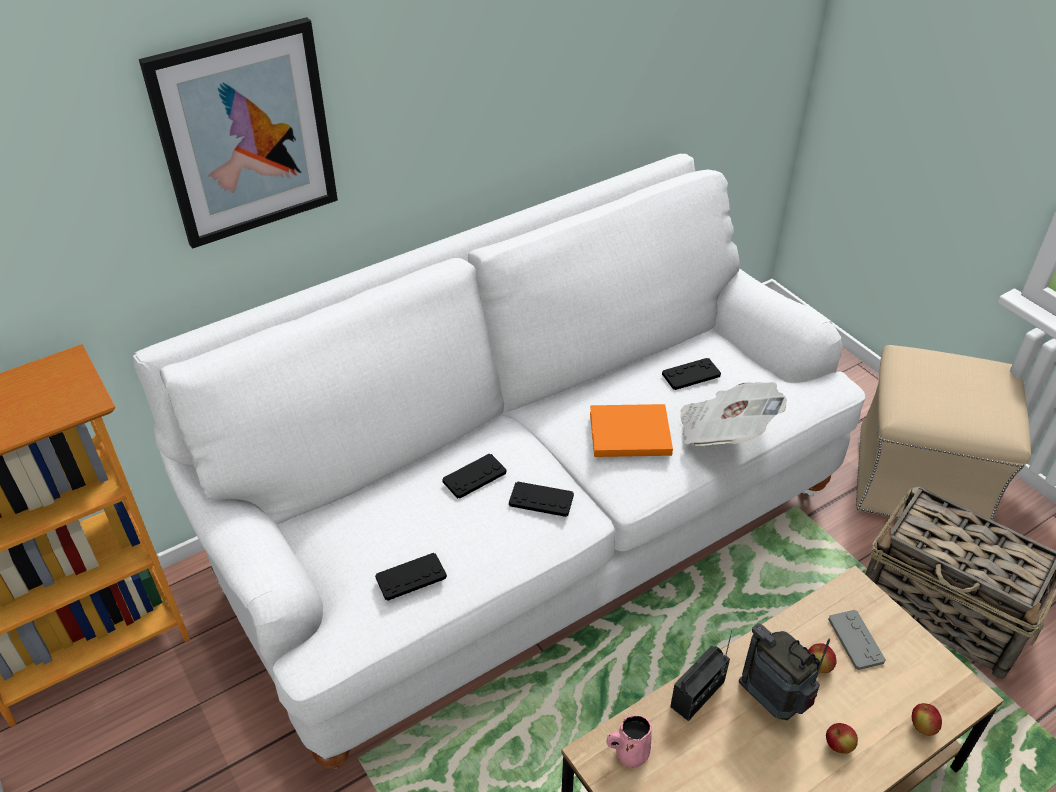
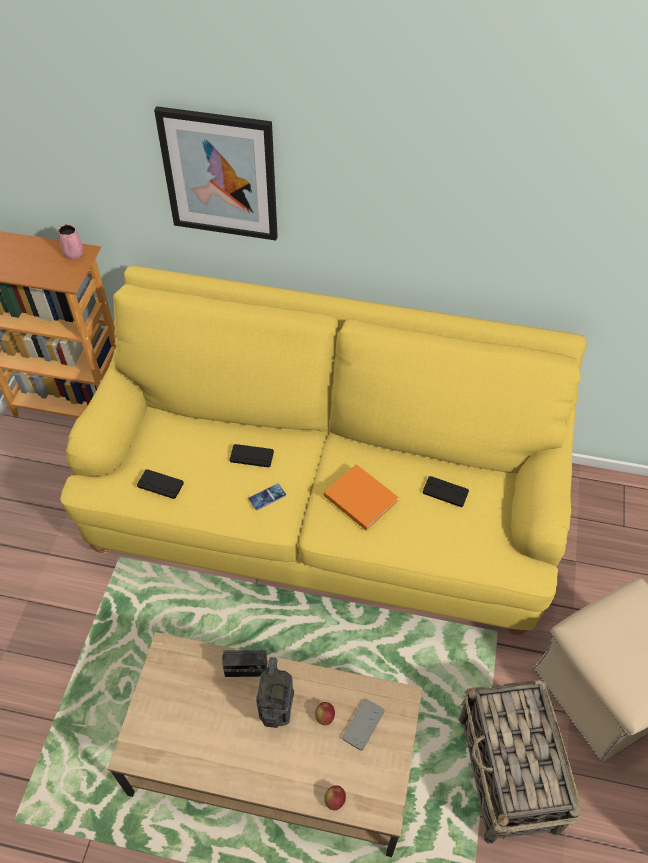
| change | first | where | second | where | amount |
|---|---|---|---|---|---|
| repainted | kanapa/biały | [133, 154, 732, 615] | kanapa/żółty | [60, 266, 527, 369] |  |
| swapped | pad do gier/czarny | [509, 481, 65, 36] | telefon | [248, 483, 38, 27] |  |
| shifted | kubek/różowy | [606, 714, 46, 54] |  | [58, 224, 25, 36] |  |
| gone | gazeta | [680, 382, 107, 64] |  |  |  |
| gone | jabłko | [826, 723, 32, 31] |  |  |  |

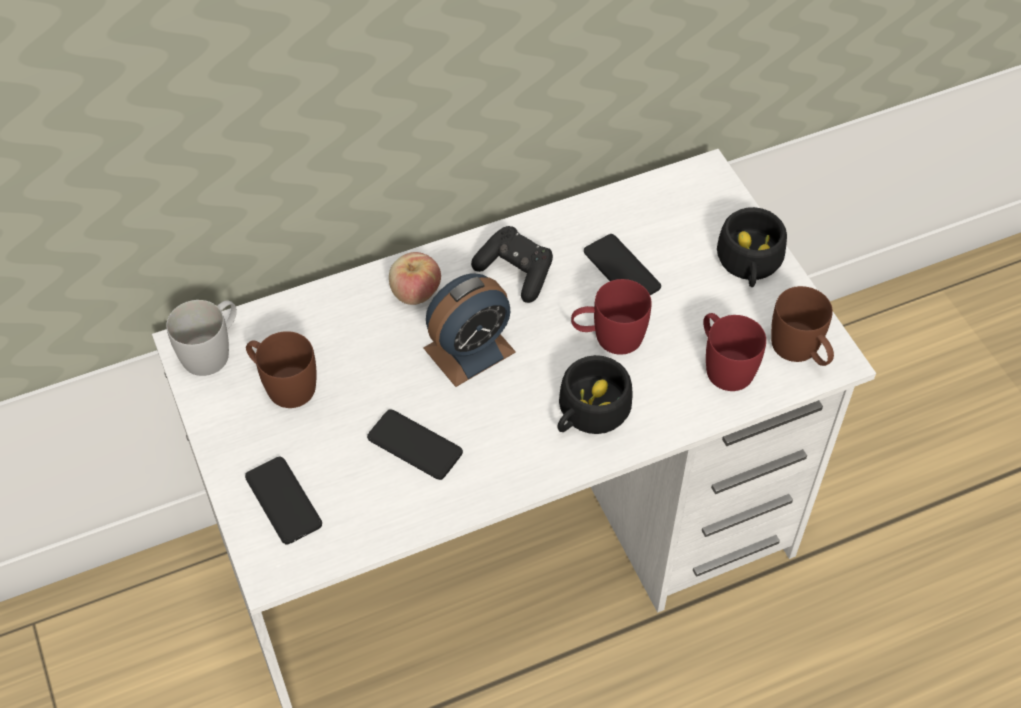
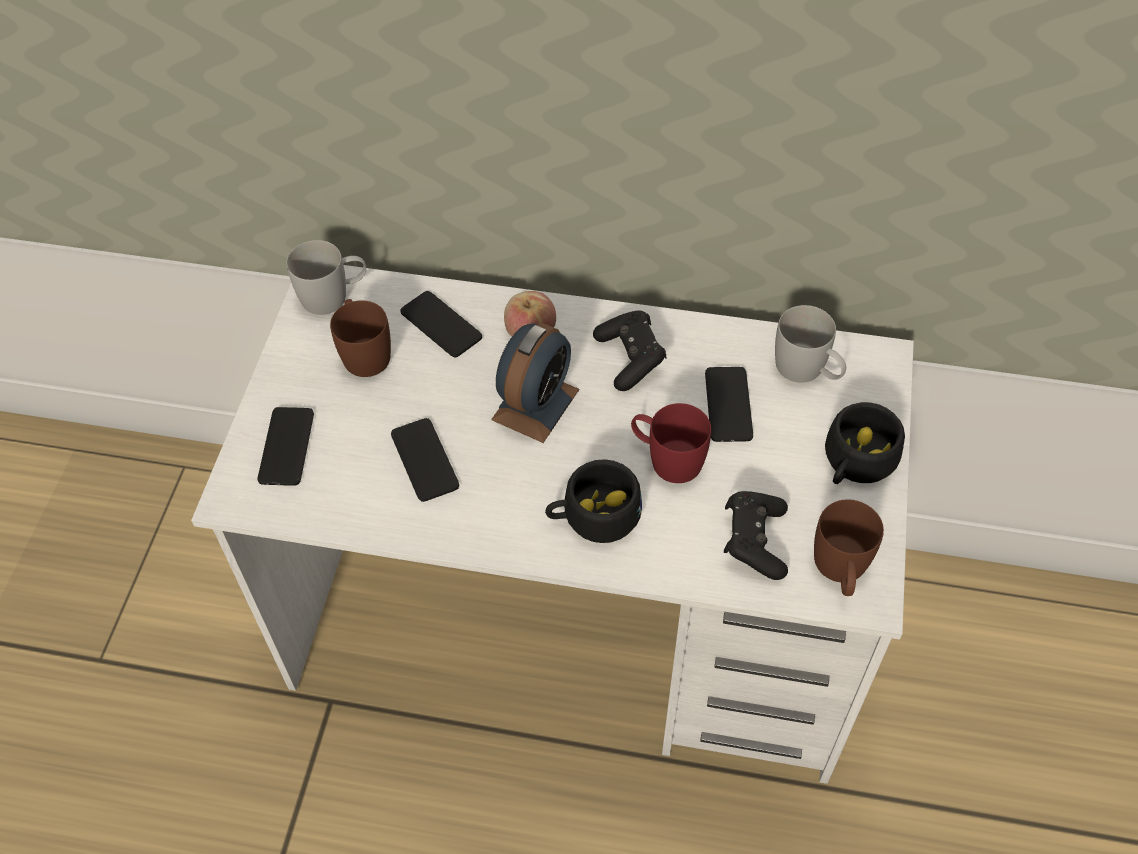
| change | first | where | second | where | amount |
|---|---|---|---|---|---|
| rotated | budzik | [423, 273, 93, 114] |  | [491, 323, 88, 120] | 60 degrees counterclockwise |
| swapped | kubek/czerwony | [703, 313, 63, 78] | pad do gier/czarny | [724, 491, 64, 89] |  |
| new |  |  | telefon | [400, 291, 82, 67] |  |
| new |  |  | kubek/biały | [775, 305, 71, 77] |  |

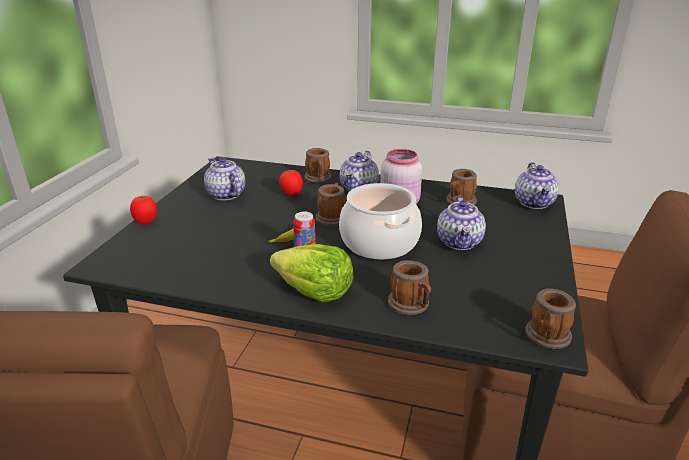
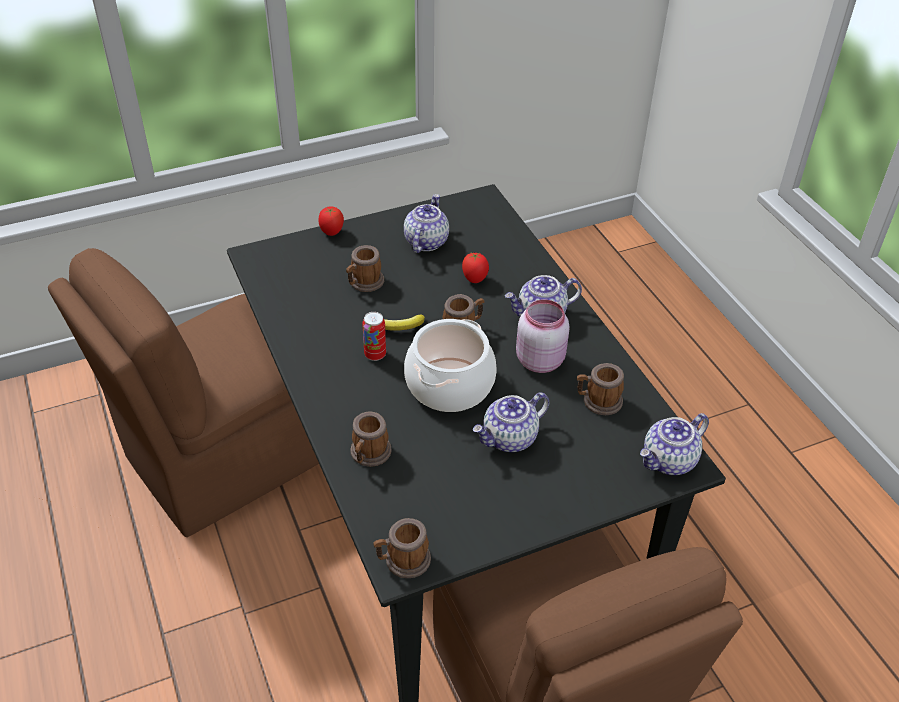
| change | first | where | second | where | amount |
|---|---|---|---|---|---|
| gone | sałata | [270, 244, 84, 58] |  |  |  |
| shifted | kubek | [304, 148, 28, 35] |  | [346, 245, 38, 47] |  |

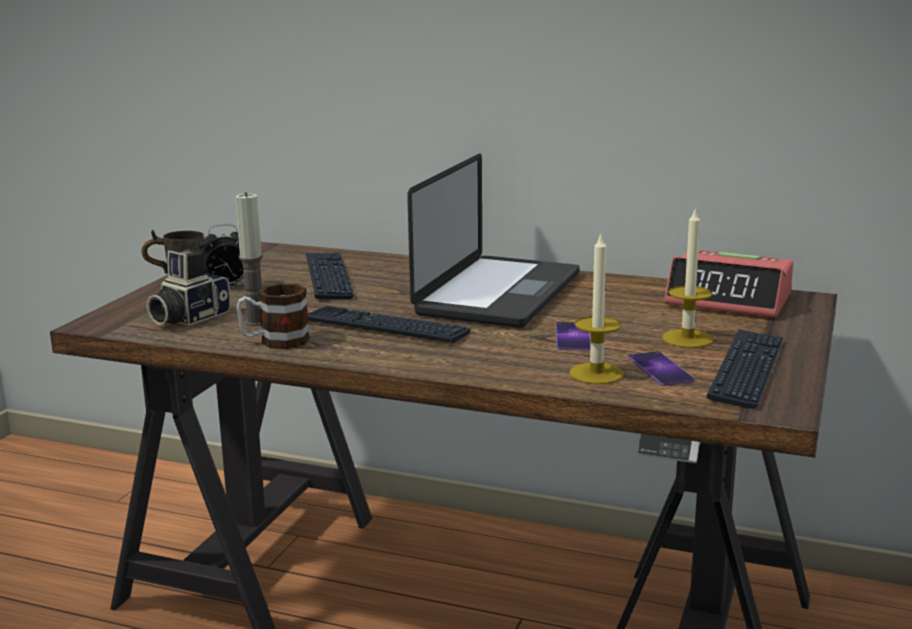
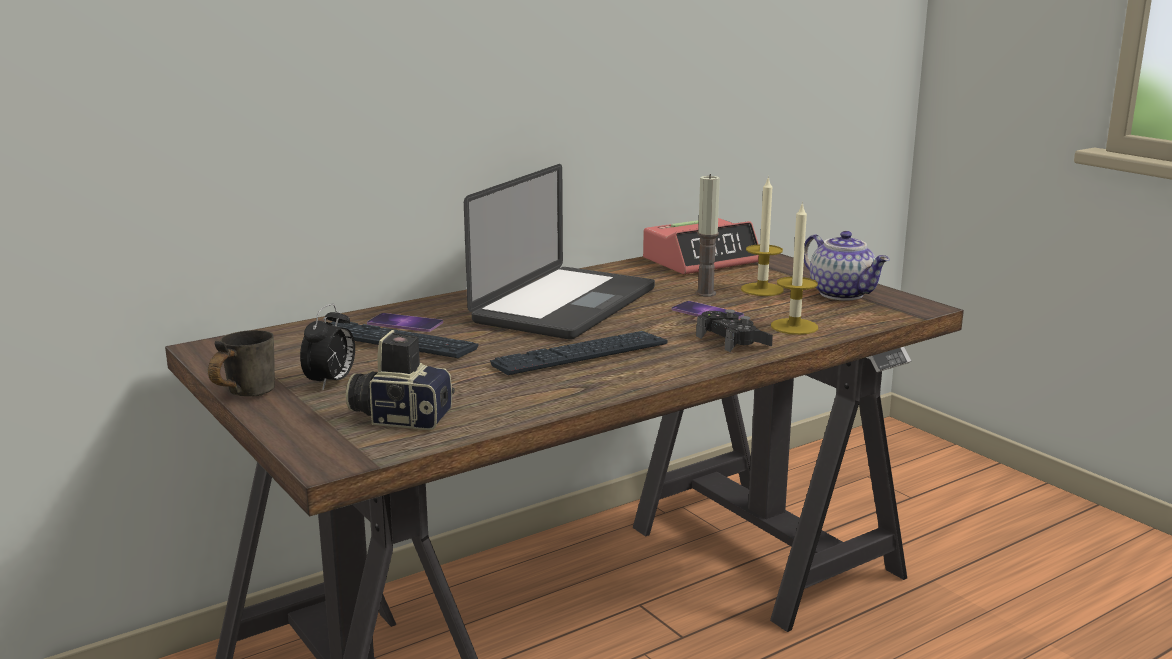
| change | first | where | second | where | amount |
|---|---|---|---|---|---|
| rotated | aparat fotograficzny | [147, 249, 84, 77] |  | [346, 330, 109, 100] | 120 degrees clockwise |
| shifted | świeca | [235, 192, 28, 134] |  | [696, 174, 24, 123] |  |
| gone | kubek | [236, 283, 74, 66] |  |  |  |
| rotated | laptop | [407, 154, 173, 174] |  | [464, 164, 191, 176] | 60 degrees clockwise |
| shifted | telefon | [628, 351, 67, 35] |  | [367, 313, 76, 19] |  |
| swapped | klawiatura | [707, 329, 76, 80] | imbryk | [804, 231, 86, 70] |  |
| new |  |  | pad do gier/czarny | [696, 309, 77, 43] |  |

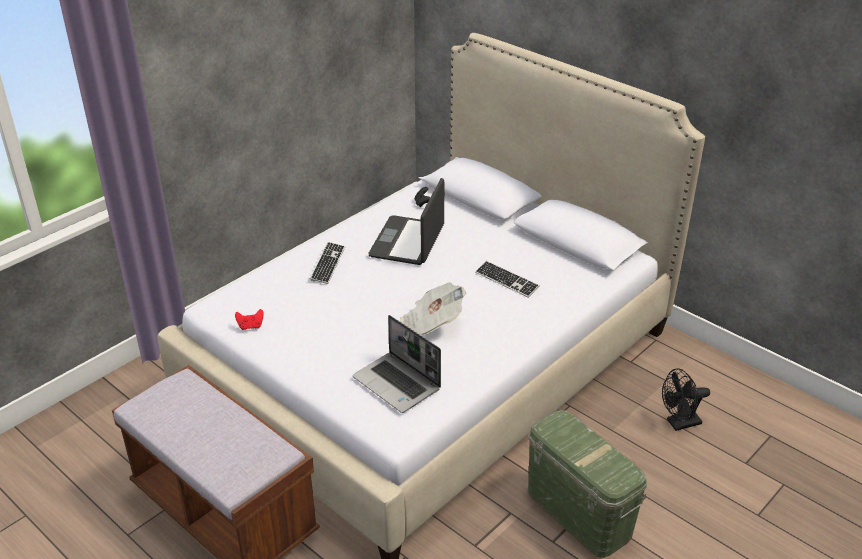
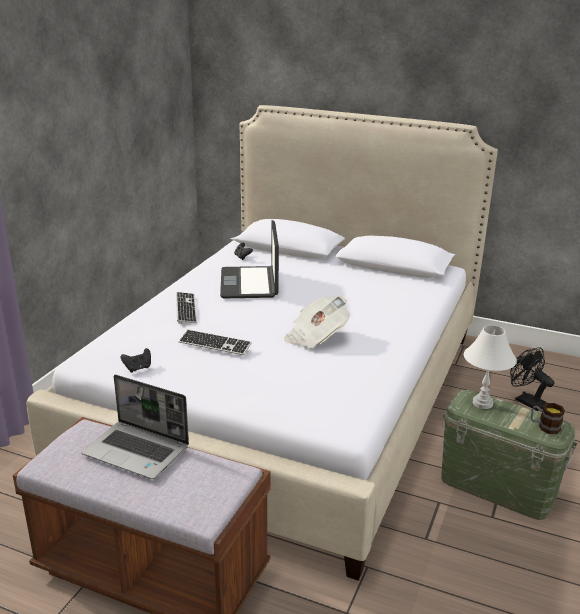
| change | first | where | second | where | amount |
|---|---|---|---|---|---|
| repainted | pad do gier/czerwony | [235, 309, 29, 21] | pad do gier/czarny | [121, 348, 30, 25] |  |
| shifted | laptop | [353, 315, 88, 98] |  | [82, 374, 107, 105] |  |
| shifted | klawiatura | [475, 261, 65, 37] |  | [179, 329, 73, 26] |  |
| rotated | wentylator/czarny | [662, 368, 48, 63] |  | [510, 347, 45, 64] | 90 degrees clockwise |
| new |  |  | lampa stołowa/biały | [464, 325, 53, 84] |  |
| new |  |  | kubek | [531, 403, 34, 31] |  |

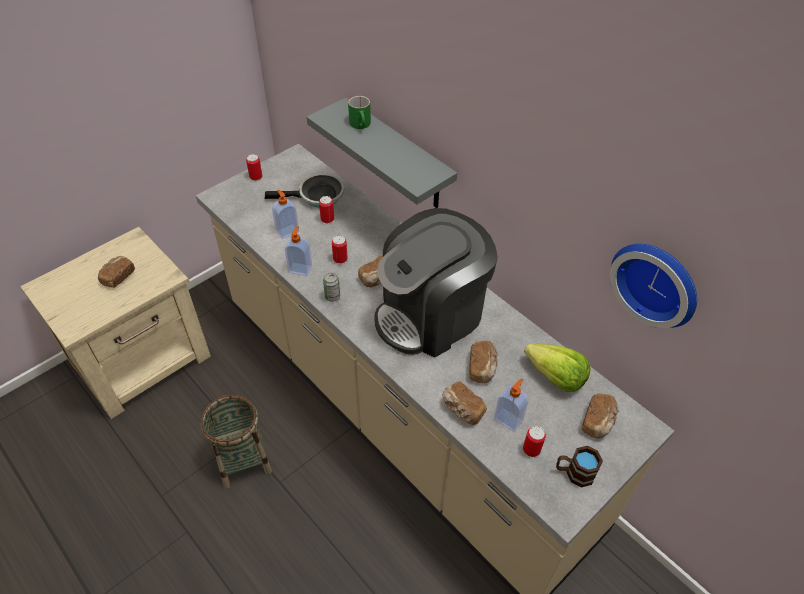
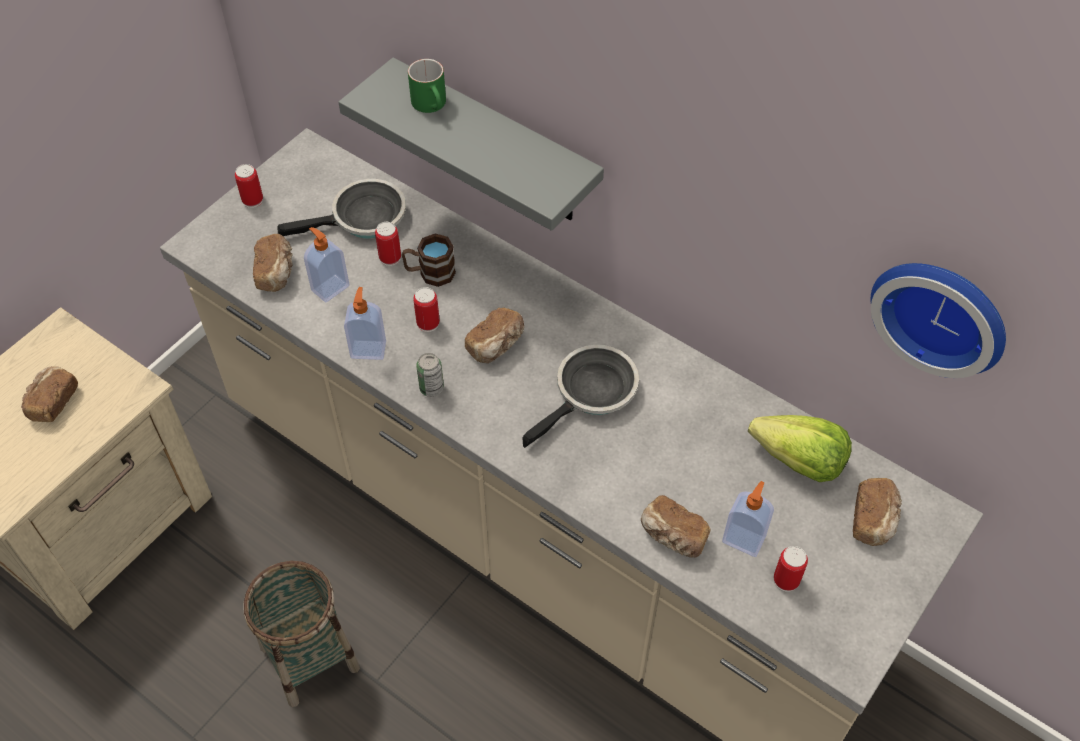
| change | first | where | second | where | amount |
|---|---|---|---|---|---|
| swapped | ekspres do kawy | [375, 208, 123, 150] | patelnia | [522, 345, 117, 103] |  |
| shifted | chleb | [469, 340, 29, 44] |  | [253, 234, 40, 58] |  |
| shifted | kubek/brązowy | [556, 446, 47, 41] |  | [402, 233, 54, 54] |  |

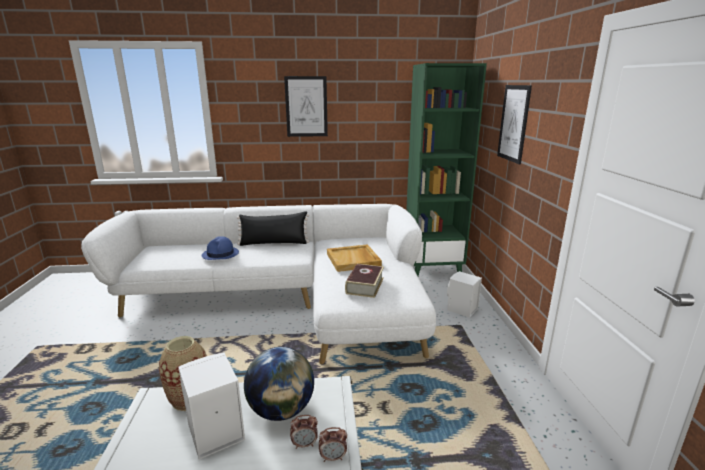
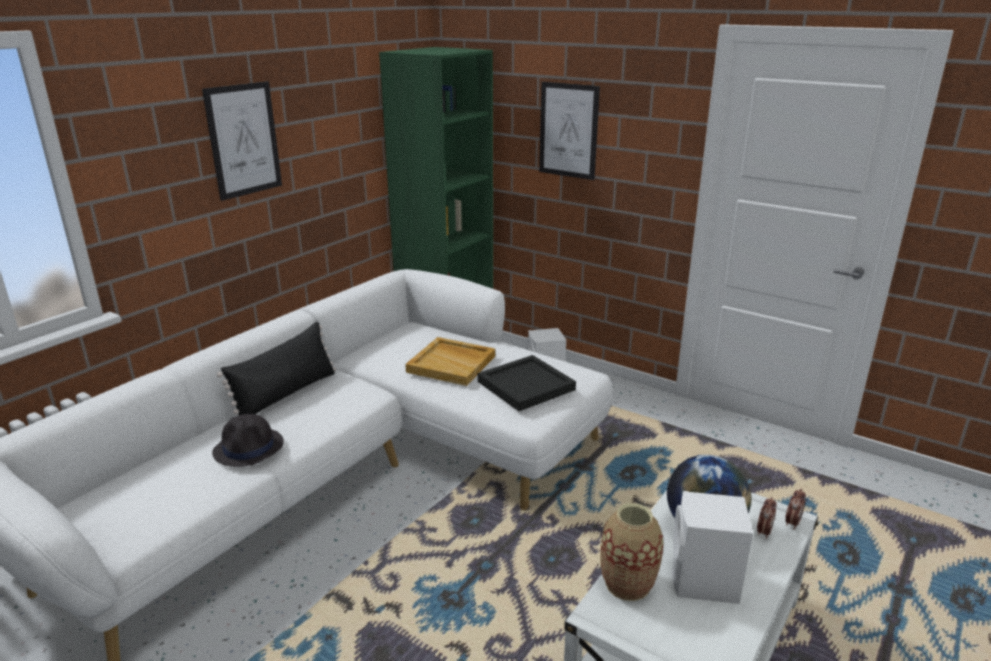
| change | first | where | second | where | amount |
|---|---|---|---|---|---|
| repainted | kapelusz/niebieski | [202, 236, 37, 24] | kapelusz/czarny | [212, 414, 72, 53] |  |
| swapped | książka | [345, 264, 39, 34] | taca/czarny | [478, 355, 98, 56] |  |

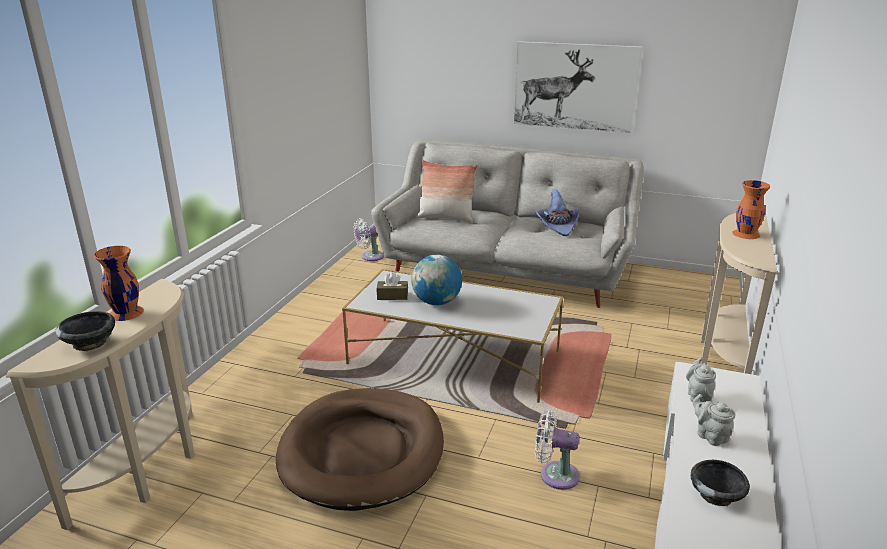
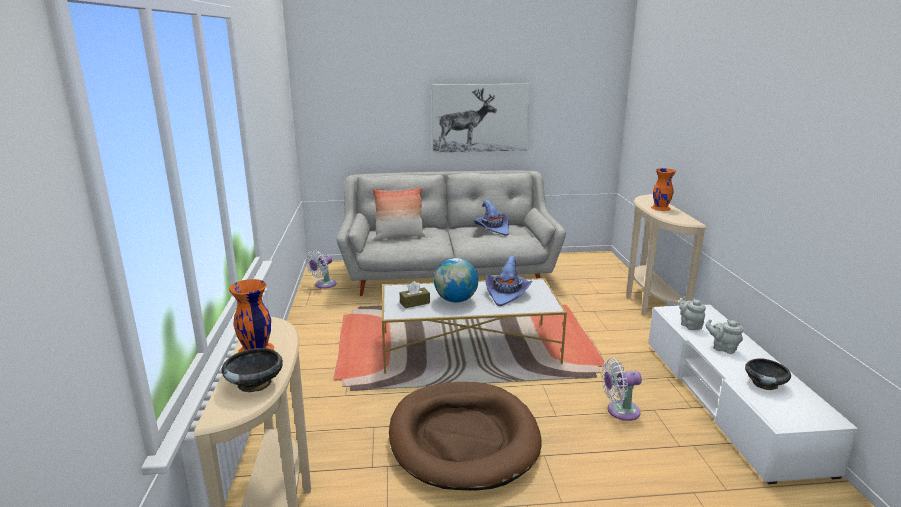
| change | first | where | second | where | amount |
|---|---|---|---|---|---|
| new |  |  | kapelusz/fioletowy | [486, 256, 47, 50] |  |

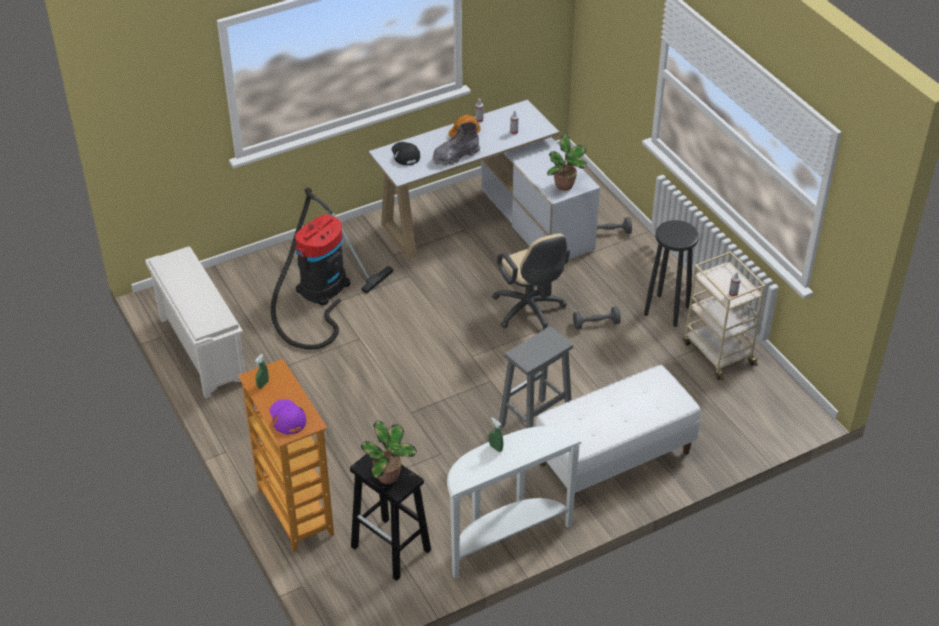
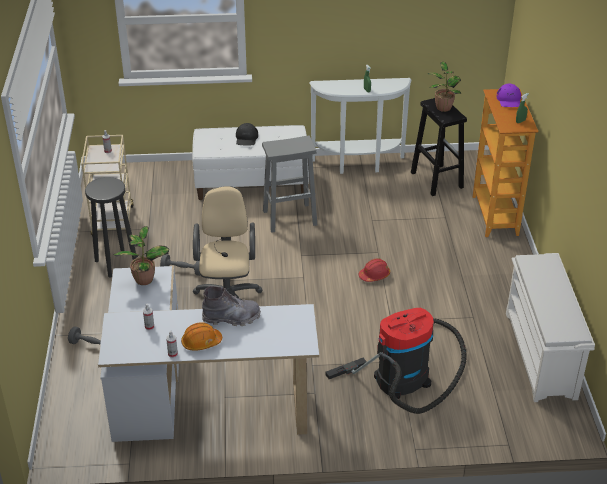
| change | first | where | second | where | amount |
|---|---|---|---|---|---|
| shifted | czapka z daszkiem/czarny | [392, 142, 28, 24] |  | [236, 123, 22, 23] |  |
| new |  |  | kask/czerwony | [359, 258, 31, 24] |  |

